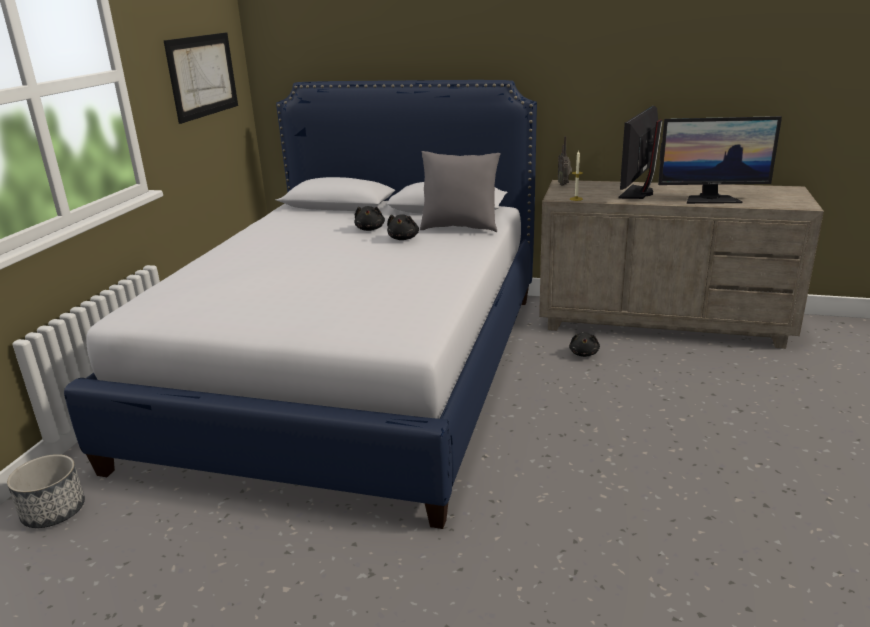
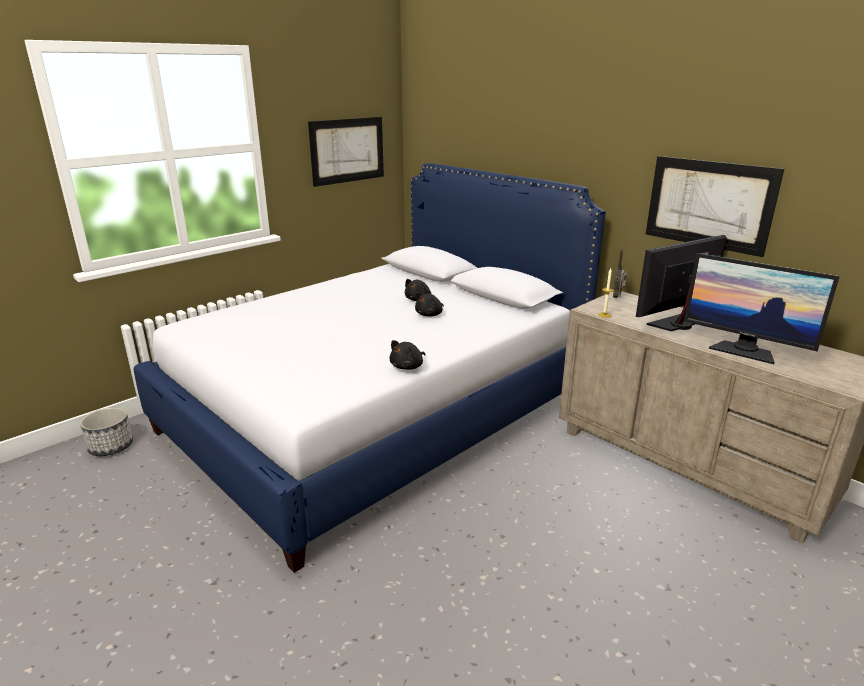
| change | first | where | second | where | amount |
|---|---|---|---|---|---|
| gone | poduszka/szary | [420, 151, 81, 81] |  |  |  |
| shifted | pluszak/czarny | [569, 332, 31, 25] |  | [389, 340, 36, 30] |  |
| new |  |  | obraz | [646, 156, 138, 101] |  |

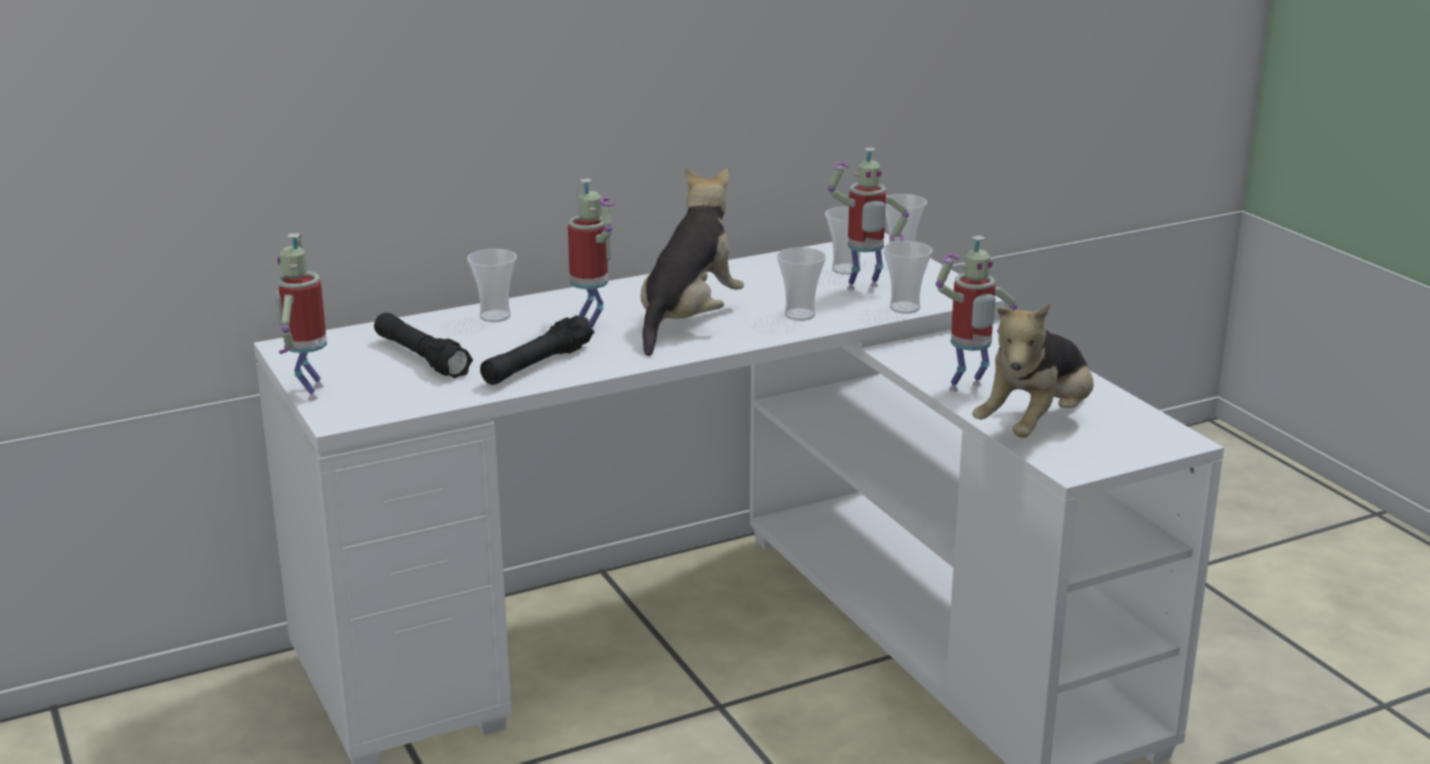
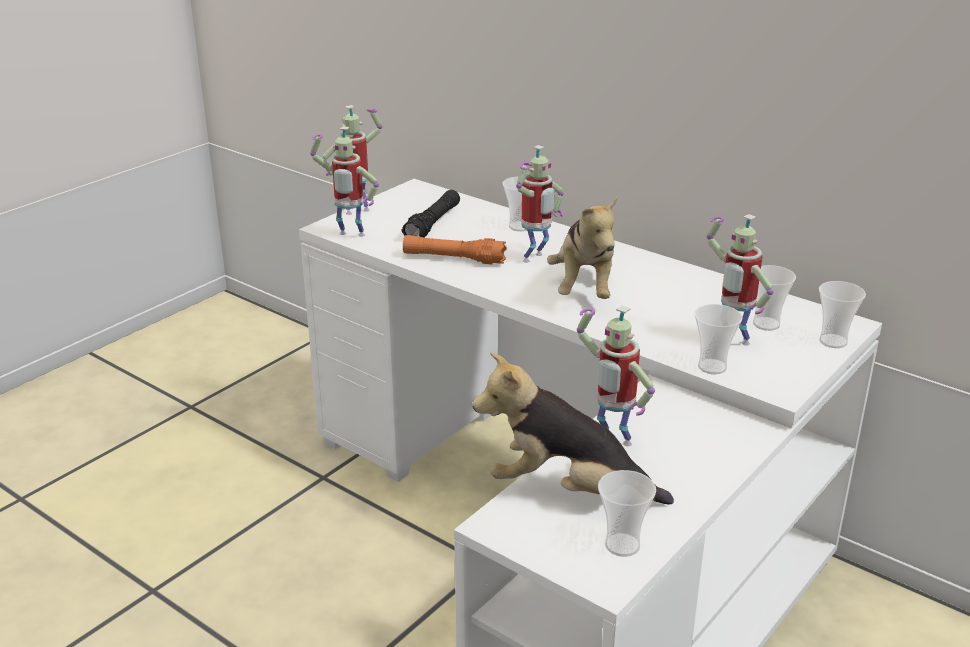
| change | first | where | second | where | amount |
|---|---|---|---|---|---|
| repainted | latarka/czarny | [480, 315, 114, 70] | latarka/pomarańczowy | [403, 235, 104, 29] |  |
| rotated | pluszak | [640, 167, 104, 189] |  | [547, 196, 71, 103] | 90 degrees clockwise |
| shifted | filiżanka | [776, 247, 50, 74] |  | [598, 470, 58, 87] |  |
| new |  |  | robot zabawkowy | [310, 126, 69, 111] |  |

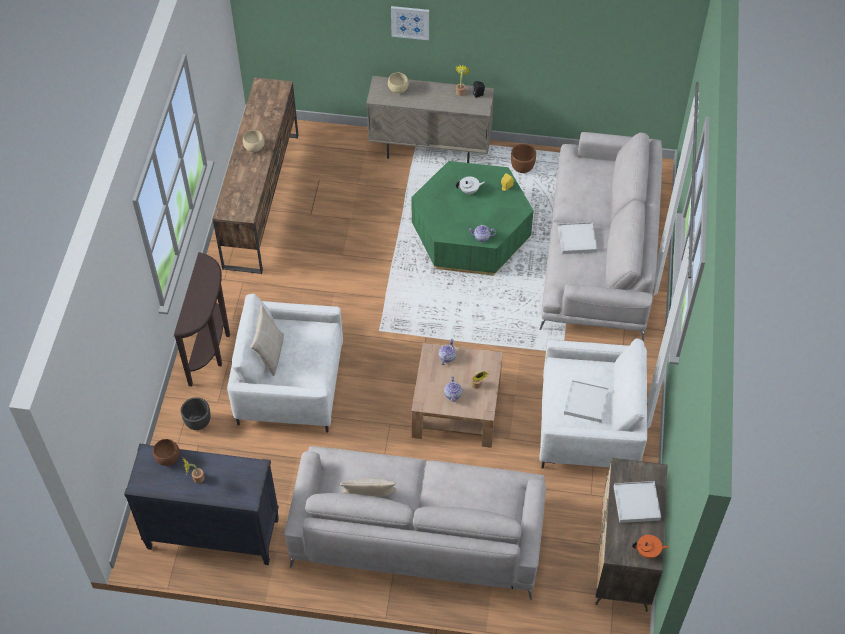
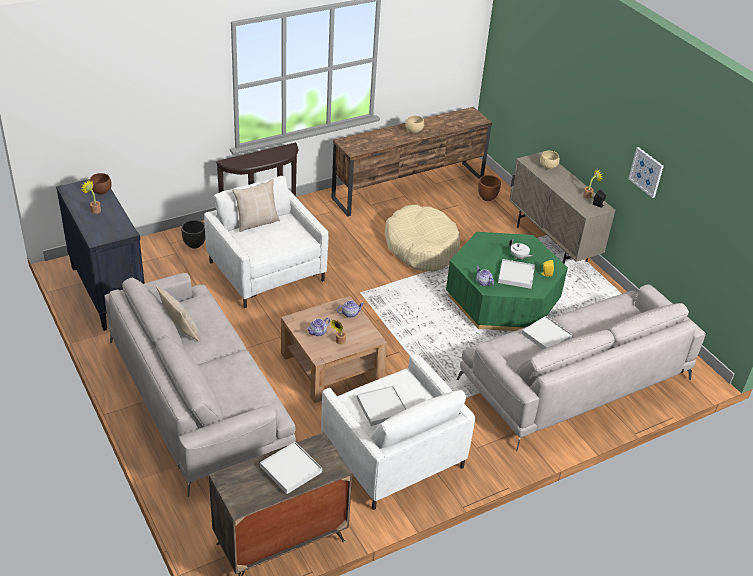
| change | first | where | second | where | amount |
|---|---|---|---|---|---|
| shifted | obraz | [391, 6, 38, 34] |  | [628, 147, 36, 51] |  |
| shifted | donica/brązowy | [511, 144, 25, 29] |  | [478, 175, 23, 26] |  |
| gone | imbryk/pomarańczowy | [632, 535, 37, 24] |  |  |  |
| new |  |  | legowisko/beżowy | [385, 205, 75, 67] |  |
| new |  |  | taca/biały | [498, 259, 37, 30] |  |

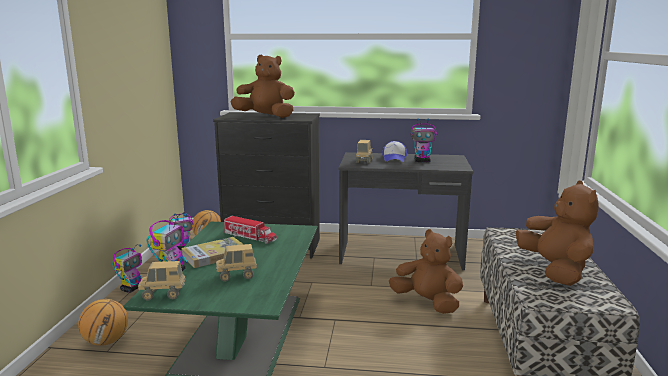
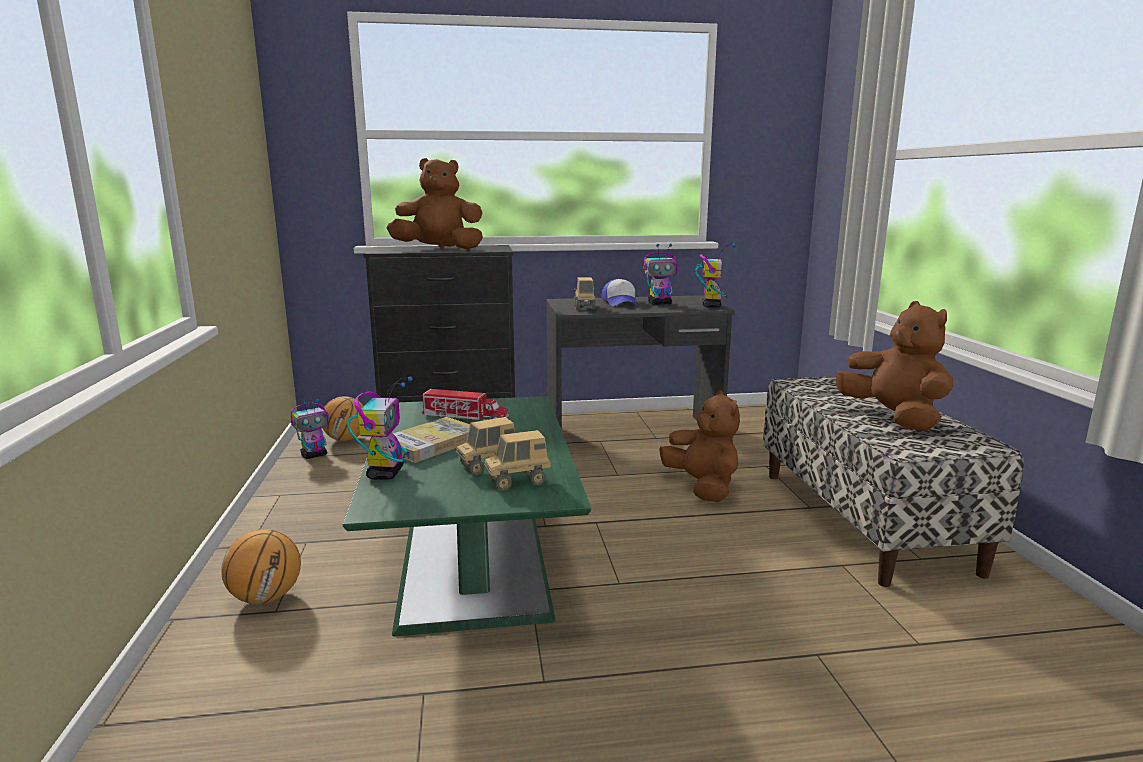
| change | first | where | second | where | amount |
|---|---|---|---|---|---|
| shifted | robot zabawkowy | [112, 244, 30, 49] |  | [694, 243, 42, 65] |  |
| shifted | ciężarówka zabawkowa | [138, 261, 48, 40] |  | [484, 430, 67, 61] |  |
| rotated | pluszak/brązowy | [389, 229, 74, 85] |  | [659, 390, 81, 112] | 45 degrees clockwise |

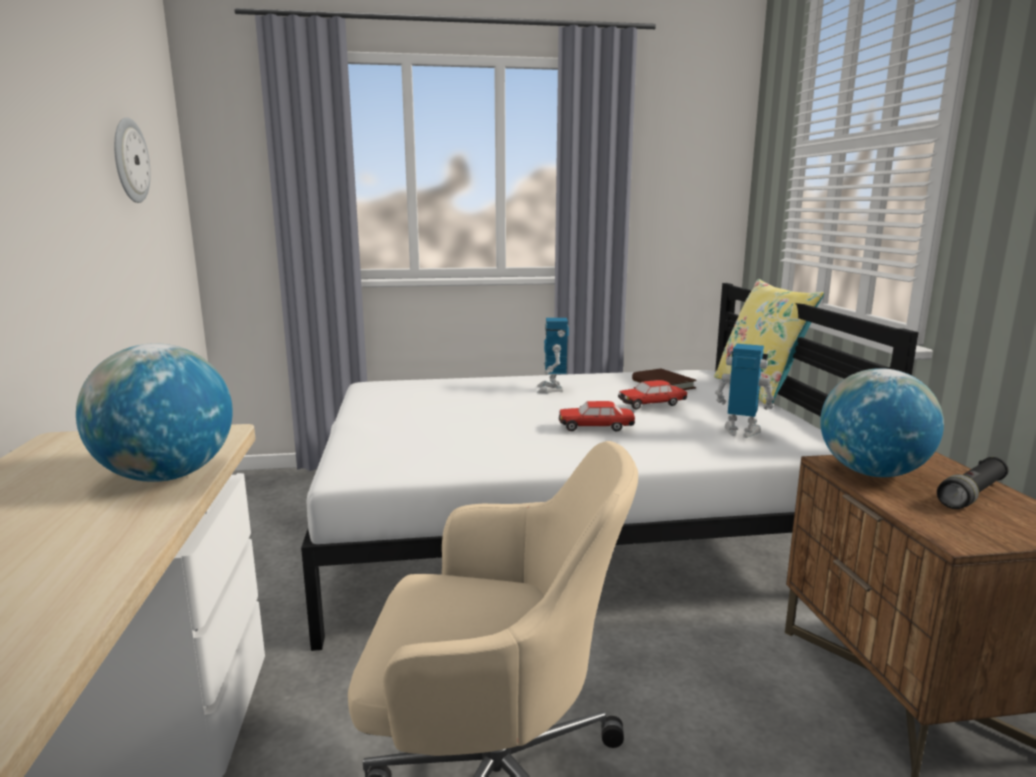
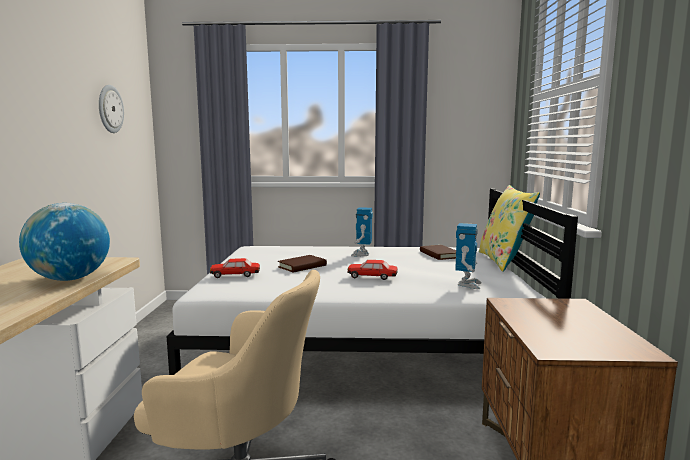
| change | first | where | second | where | amount |
|---|---|---|---|---|---|
| shifted | samochodzik | [618, 380, 69, 30] |  | [210, 258, 50, 20] |  |
| rotated | robot zabawkowy | [715, 344, 59, 94] |  | [455, 223, 26, 66] | 75 degrees clockwise |
| gone | globus | [820, 368, 124, 109] |  |  |  |
| gone | latarka/czarny | [937, 457, 71, 52] |  |  |  |
| new |  |  | książka/brązowy | [278, 255, 49, 18] |  |

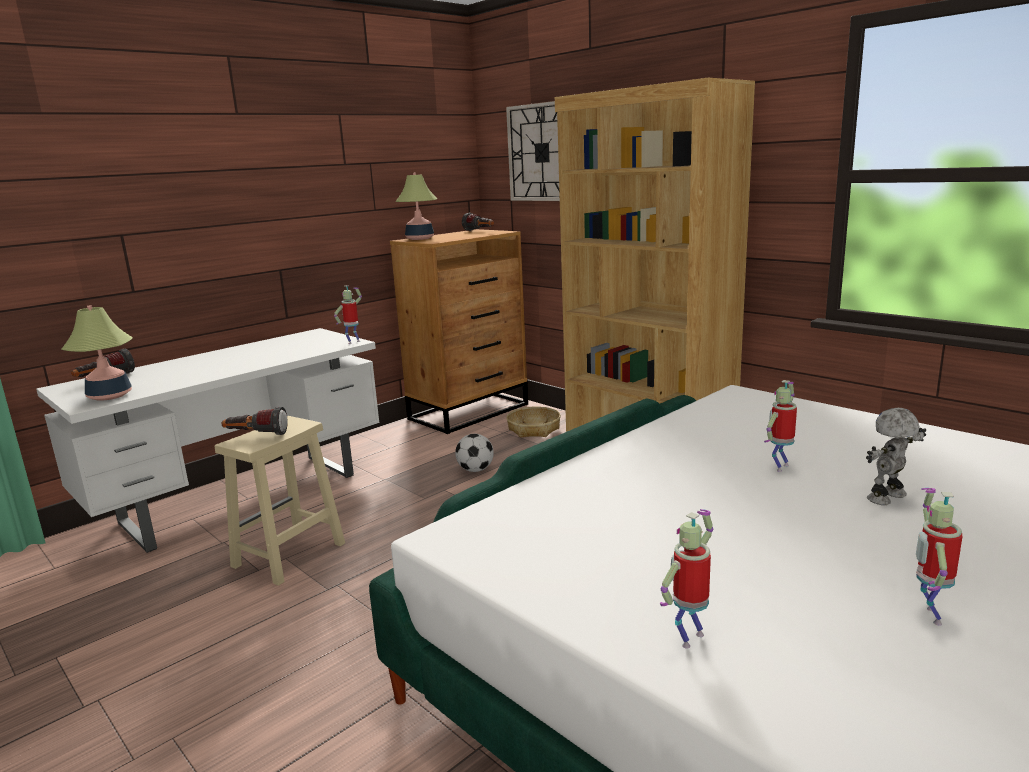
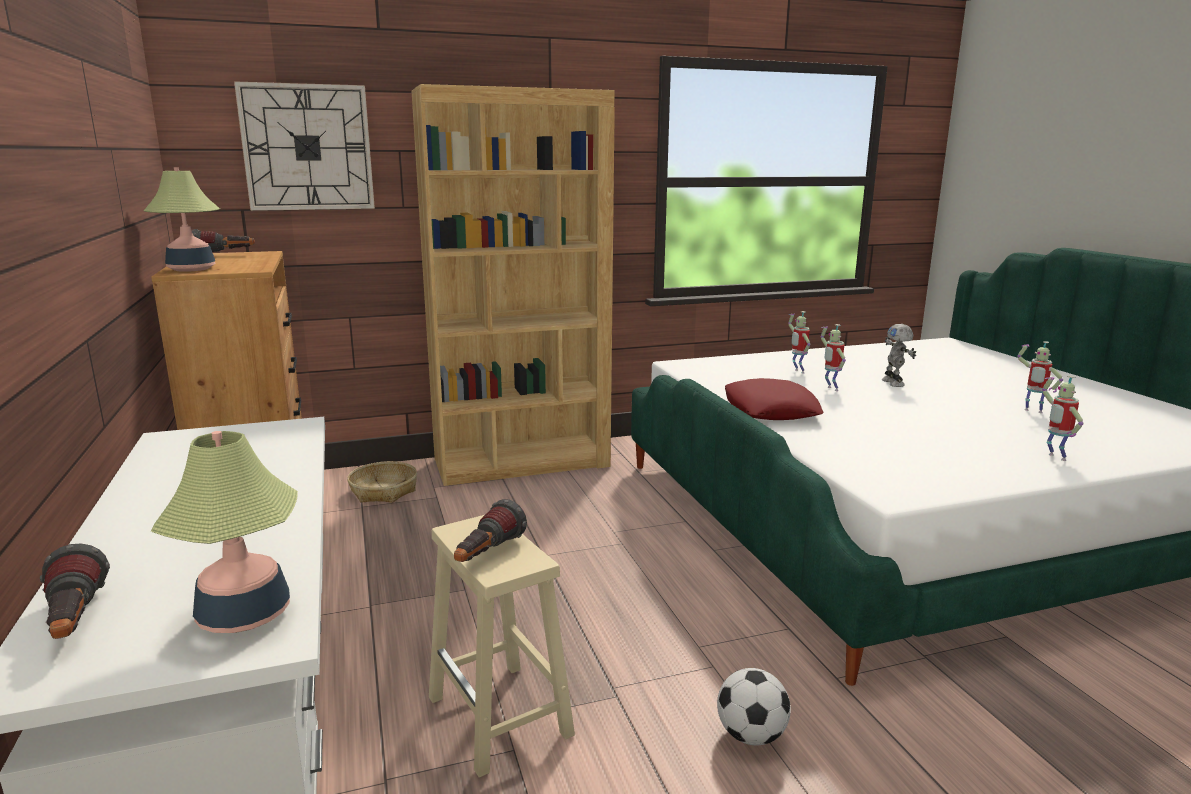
| change | first | where | second | where | amount |
|---|---|---|---|---|---|
| shifted | robot zabawkowy | [334, 285, 28, 59] |  | [788, 311, 22, 62] |  |
| shifted | piłka futbolowa | [455, 434, 39, 38] |  | [717, 668, 74, 77] |  |
| new |  |  | poduszka/czerwony | [725, 378, 99, 42] |  |

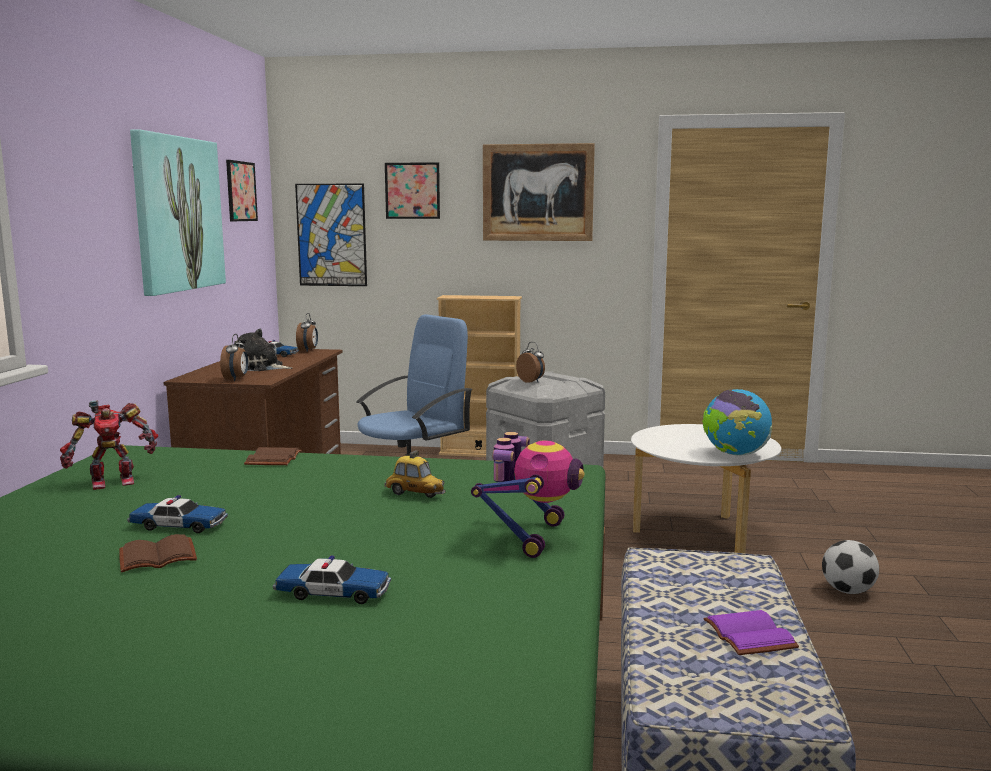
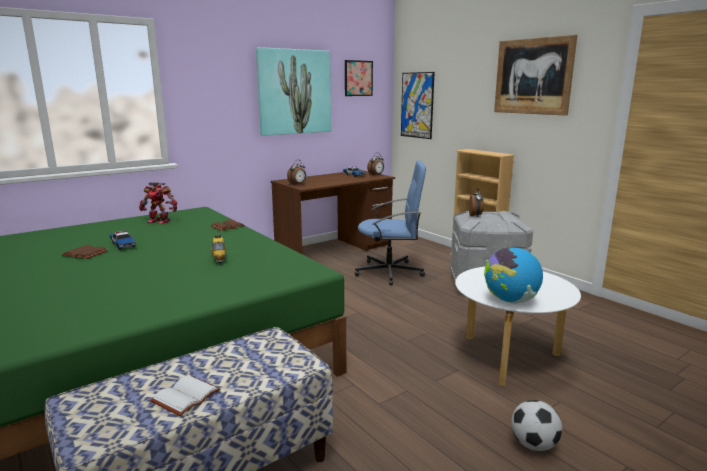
| change | first | where | second | where | amount |
|---|---|---|---|---|---|
| gone | pluszak | [237, 328, 56, 43] |  |  |  |
| gone | samochodzik | [273, 555, 118, 49] |  |  |  |
| gone | obraz | [385, 162, 55, 57] |  |  |  |
| gone | robot zabawkowy | [471, 432, 113, 126] |  |  |  |
| repainted | książka/fioletowy | [703, 610, 96, 45] | książka/biały | [150, 375, 70, 41] |  |

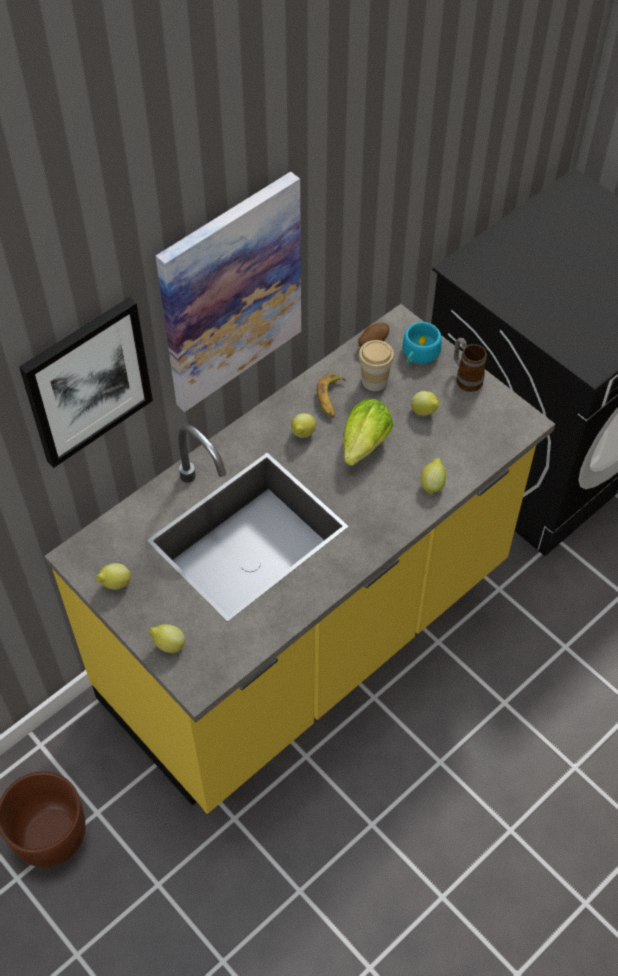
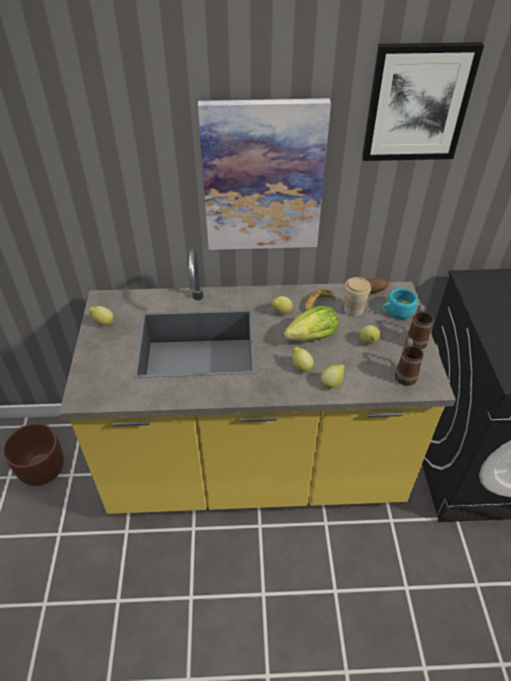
| change | first | where | second | where | amount |
|---|---|---|---|---|---|
| shifted | obraz | [19, 297, 134, 171] |  | [362, 42, 122, 119] |  |
| shifted | cytryna | [149, 624, 36, 29] |  | [293, 347, 21, 25] |  |
| new |  |  | kubek | [395, 338, 28, 48] |  |

